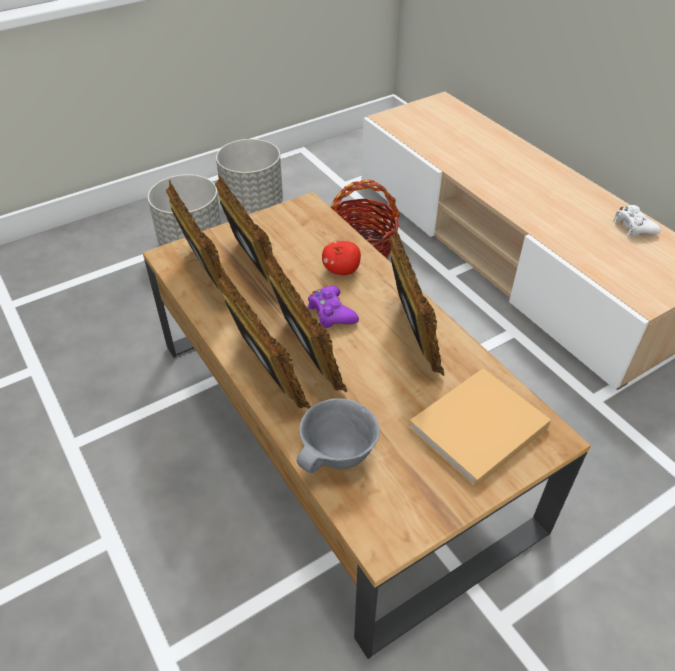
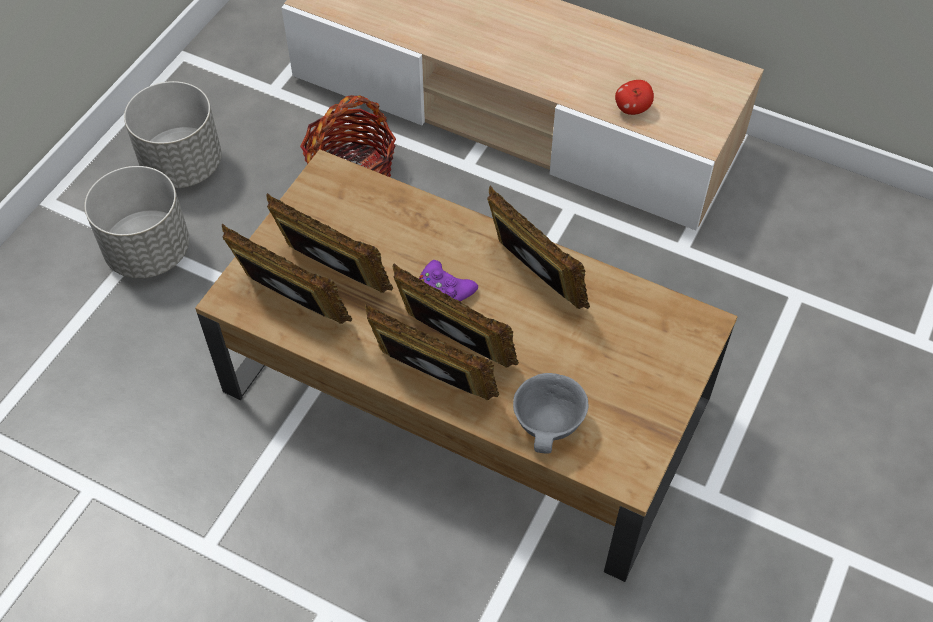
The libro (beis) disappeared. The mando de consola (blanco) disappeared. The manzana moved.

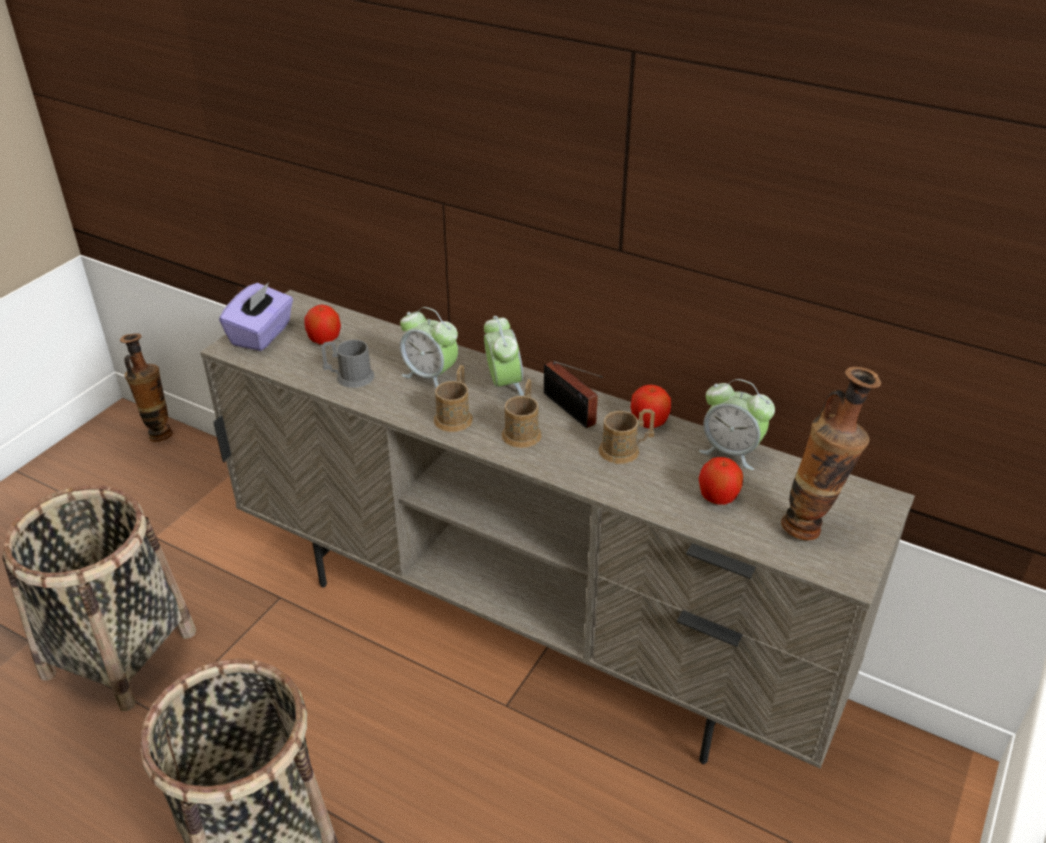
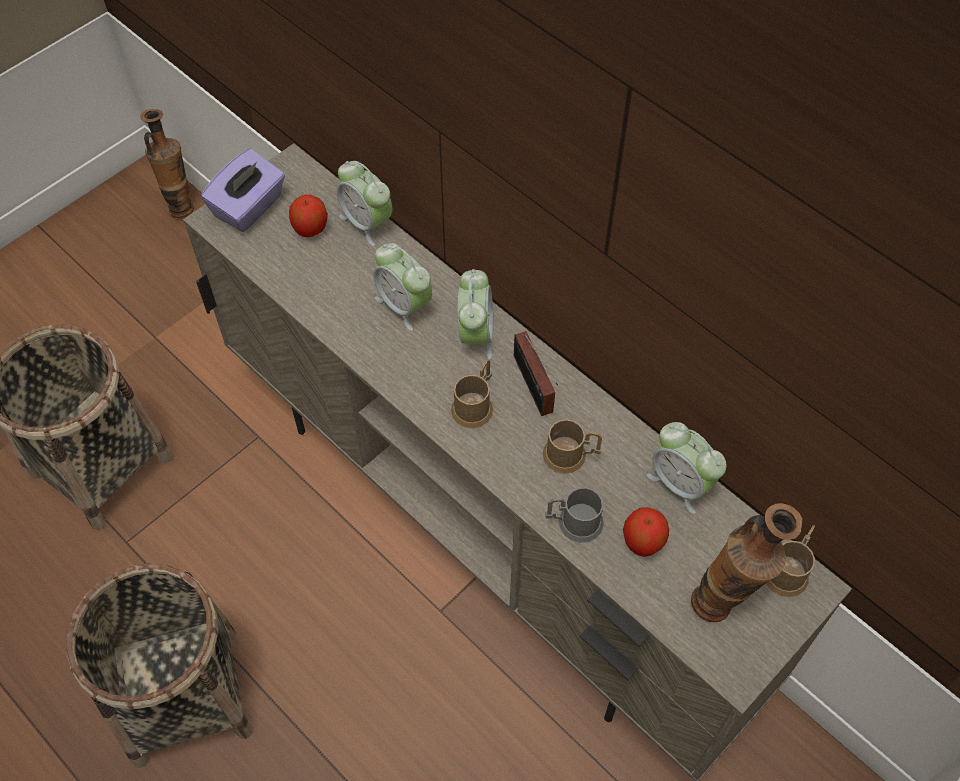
The manzana (2nd from left) disappeared. The despertador (1st from left) appeared. The taza grande (gris) moved. The taza grande (marrón) (1st from left in the first image) moved.

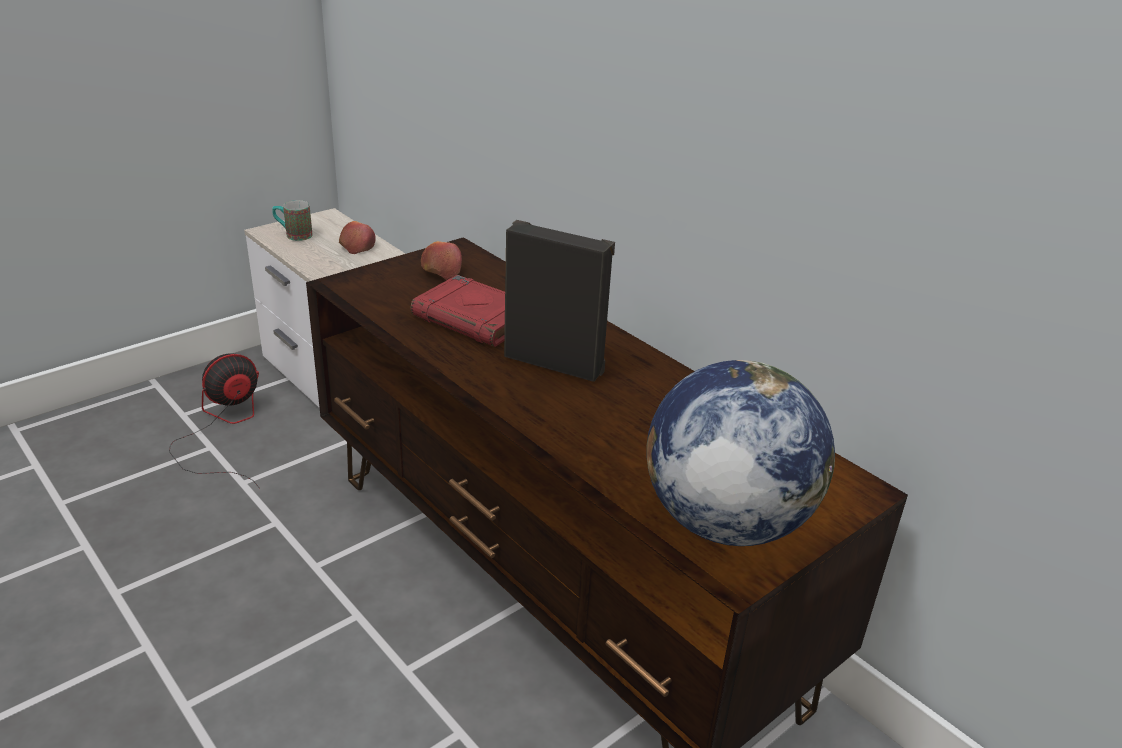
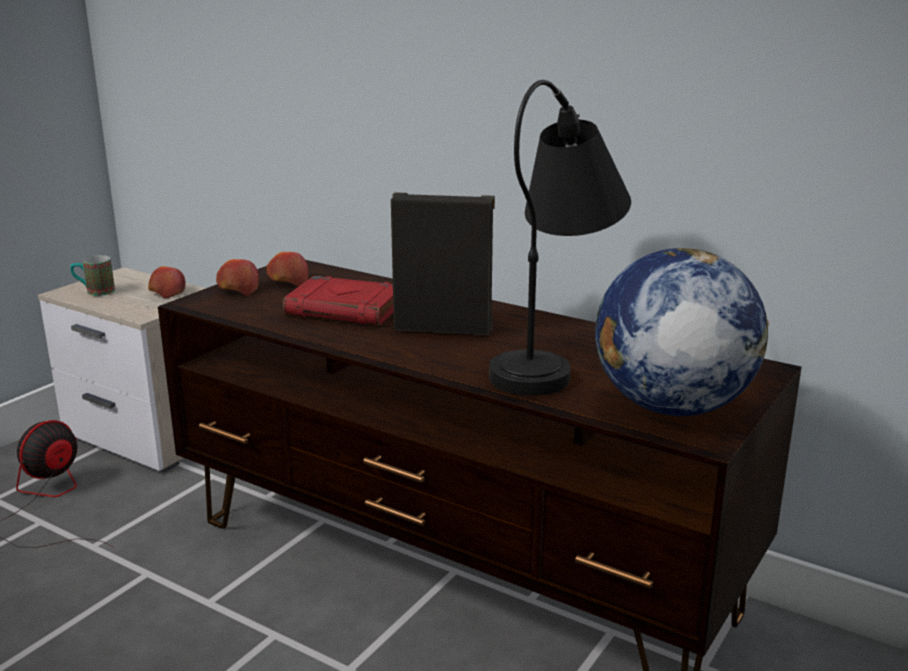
The manzana (2nd from left) appeared. The lámpara de mesa (negro) appeared.

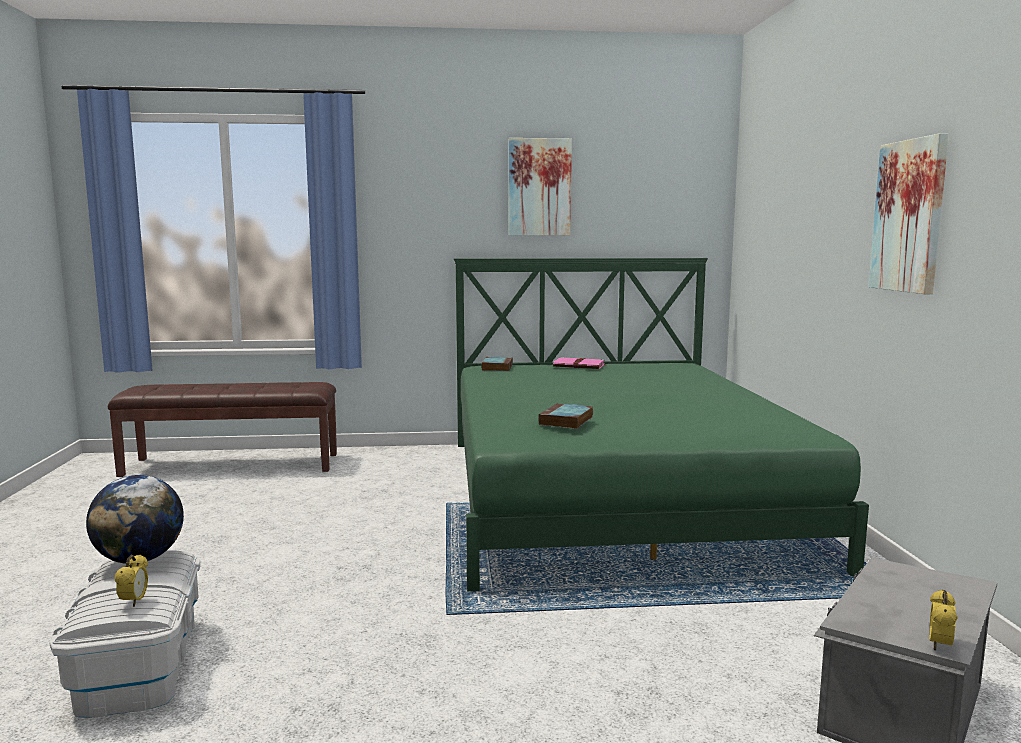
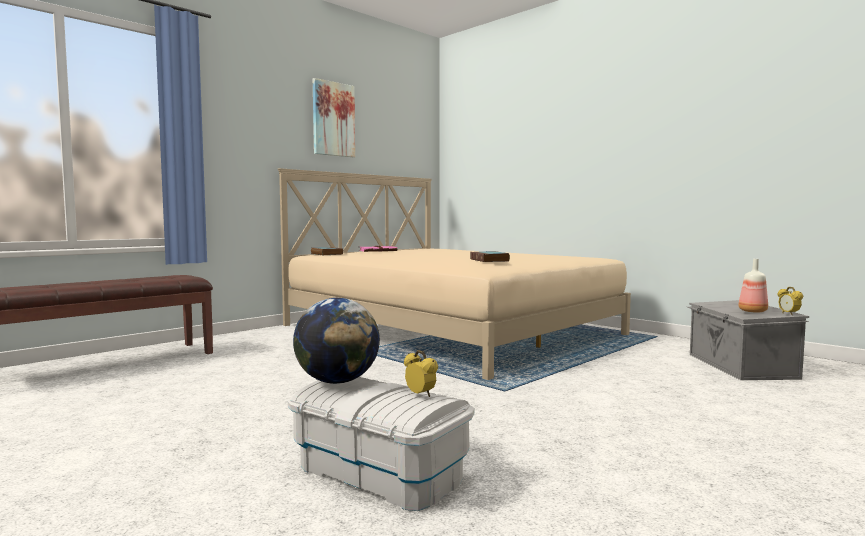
The cuadro (2nd from left) disappeared. The botella appeared. The cama (verde) became the cama (beis).

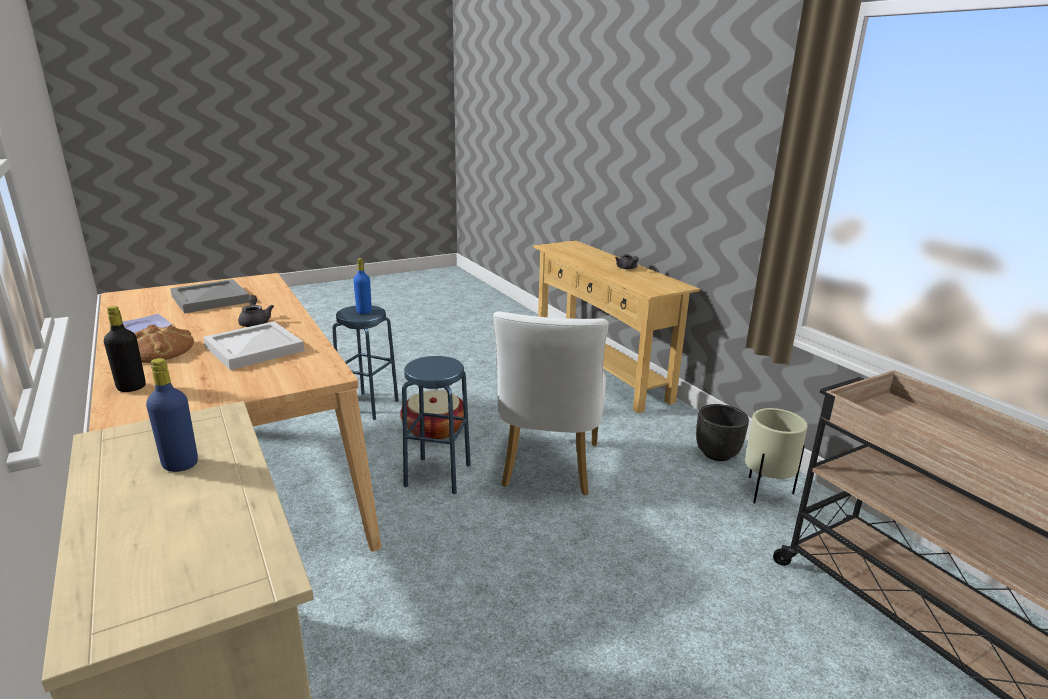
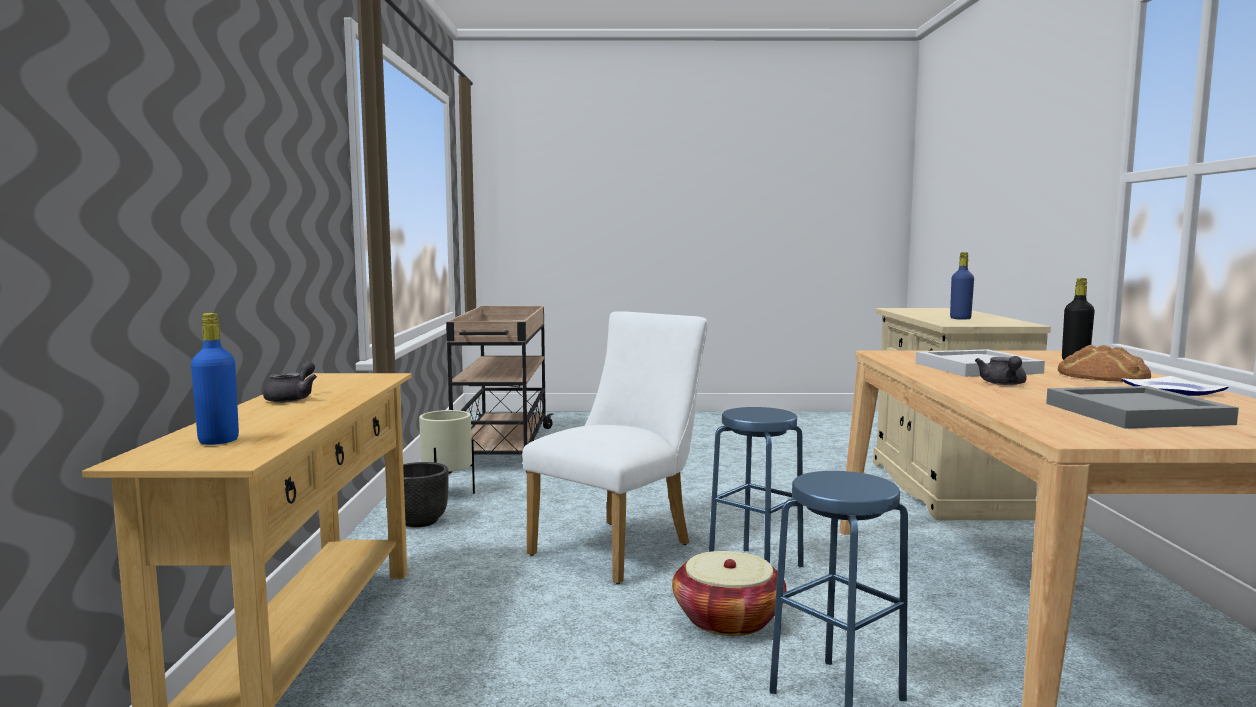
The botella (azul) (2nd from left in the first image) moved.

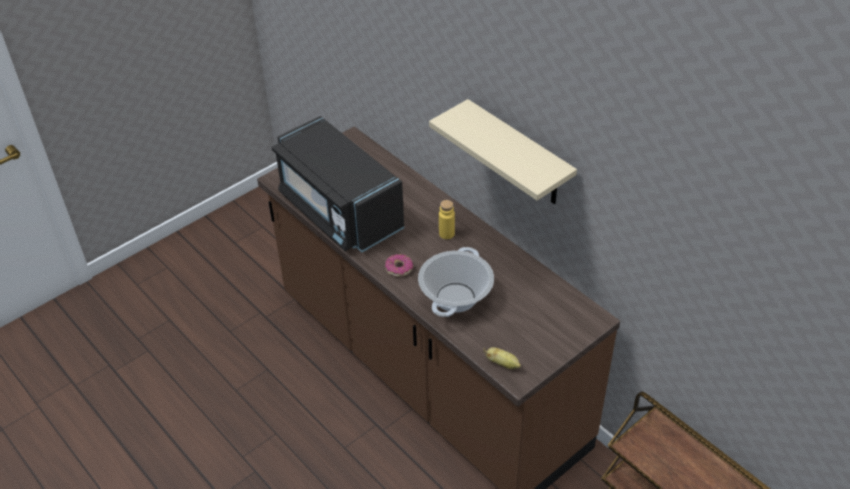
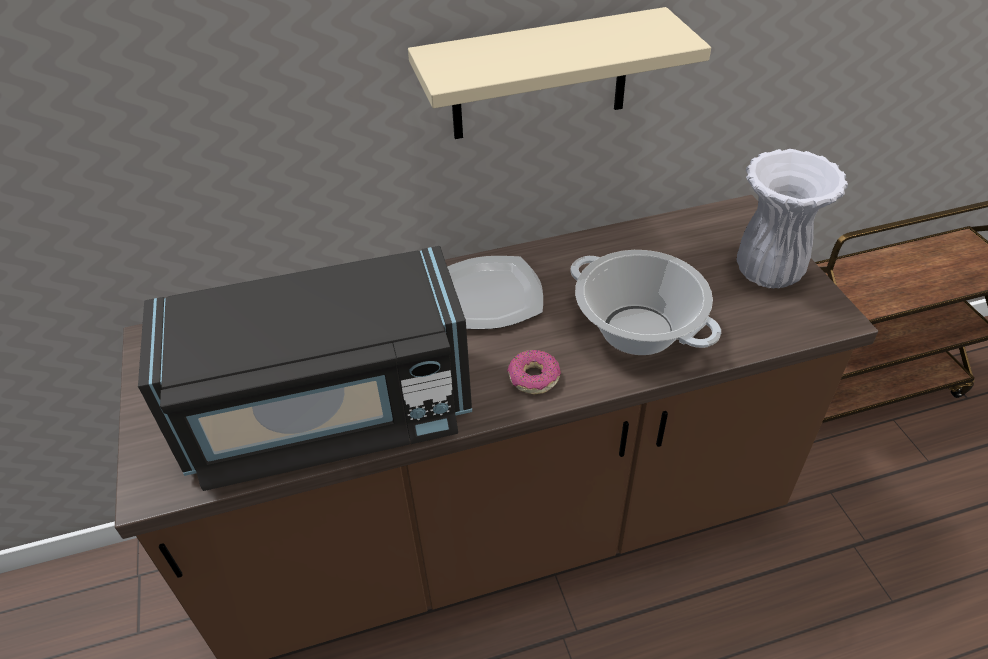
The plátano disappeared. The florero (blanco) appeared. The botella (amarillo) was replaced by the plato.

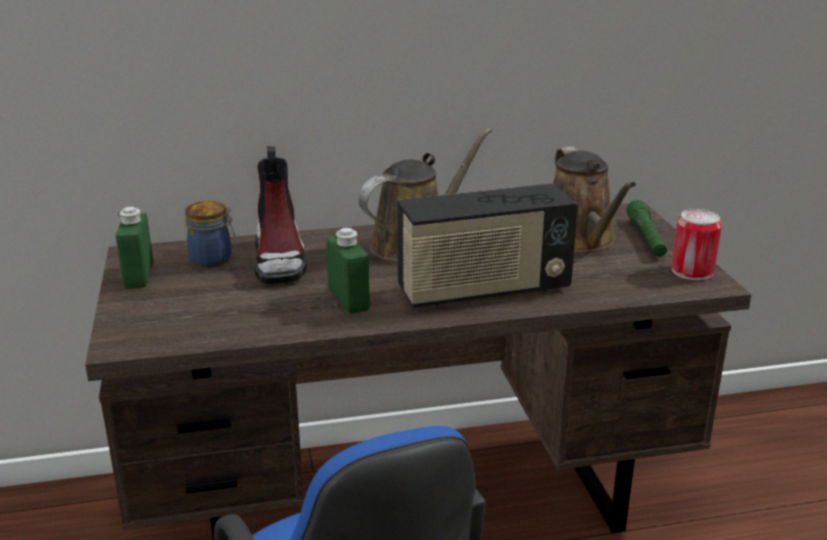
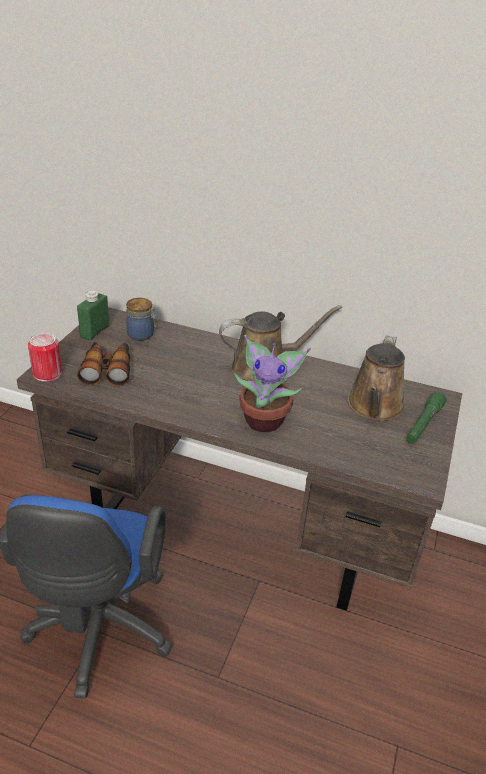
The bota disappeared. The botella (verde) (2nd from left) disappeared. The prismáticos appeared. The lata moved. The radio was replaced by the planta en maceta.

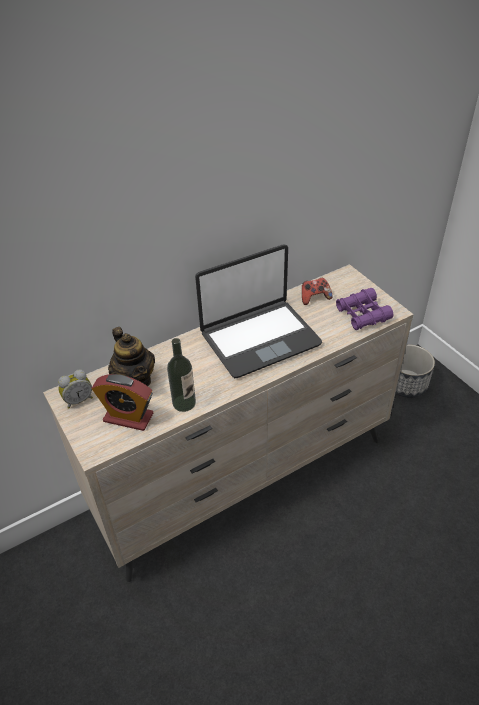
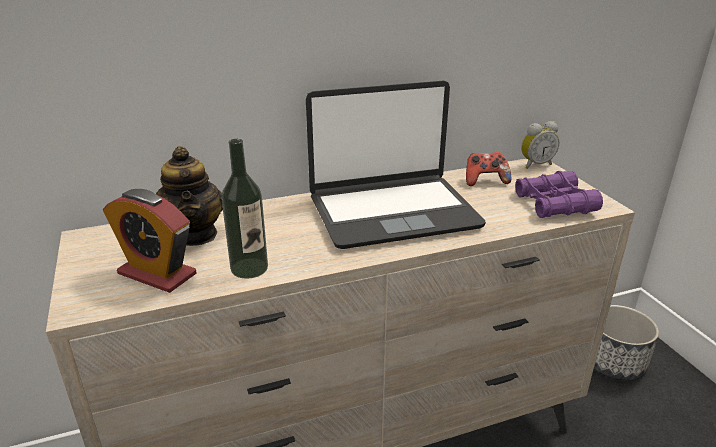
The despertador (1st from left in the first image) moved.

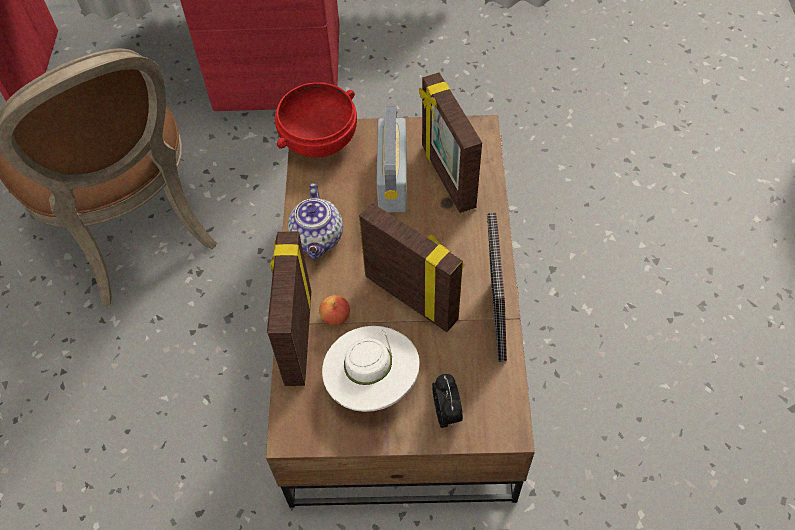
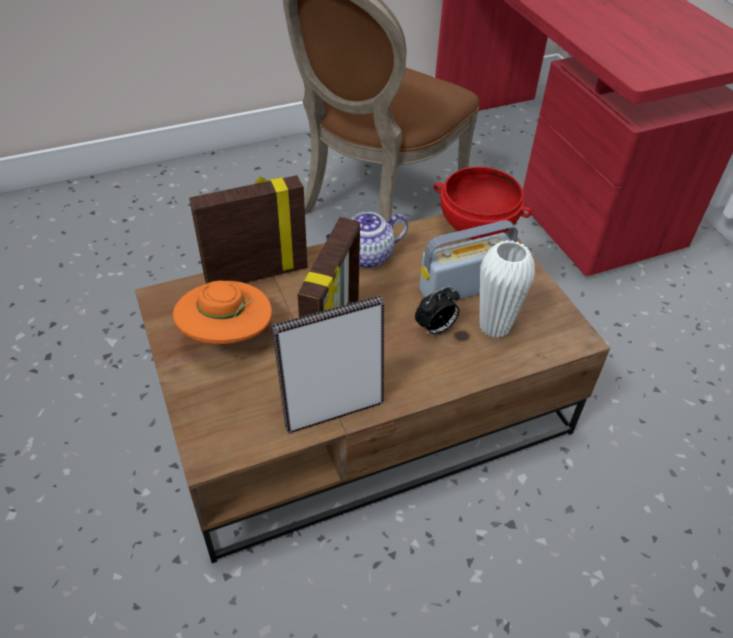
The manzana disappeared. The despertador moved. The portarretratos (3rd from left) was replaced by the florero (blanco). The sombrero (blanco) became the sombrero (naranja).

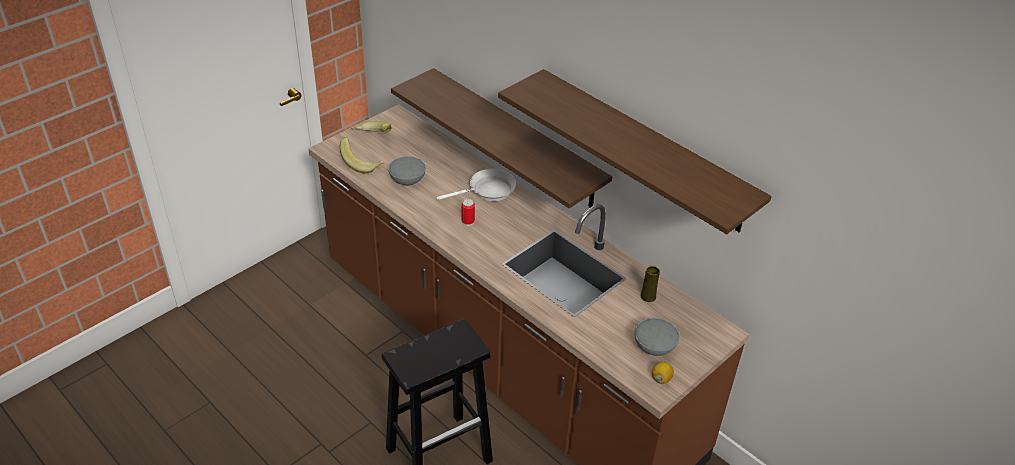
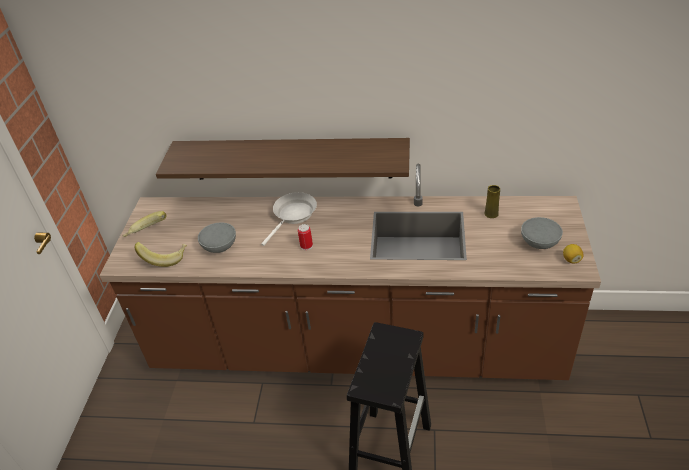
The estante (2nd from left) disappeared.

